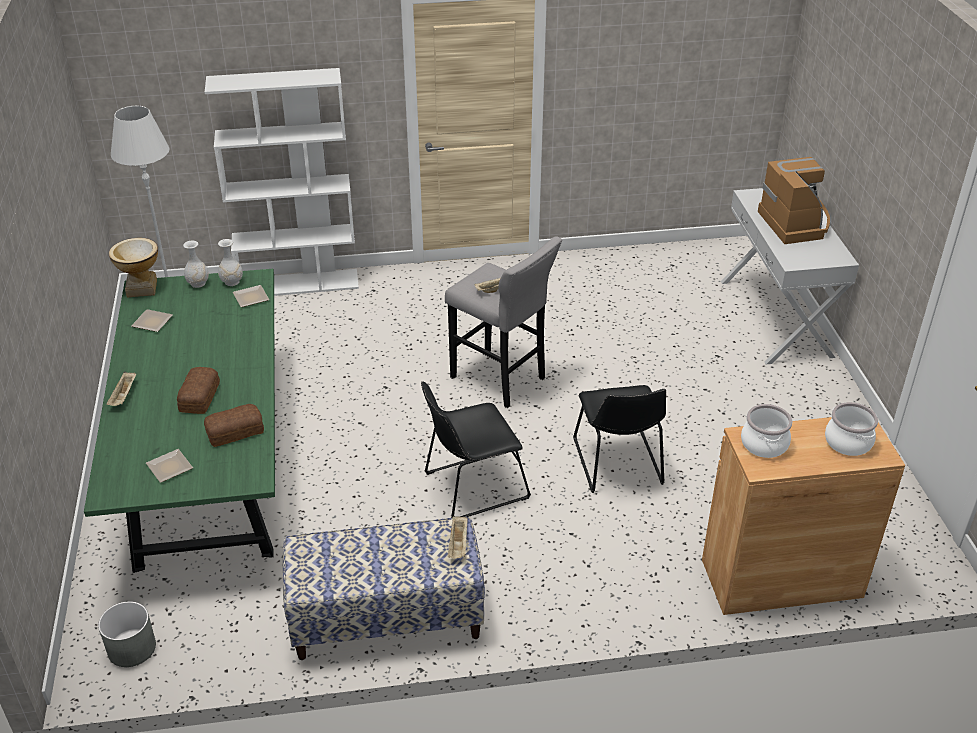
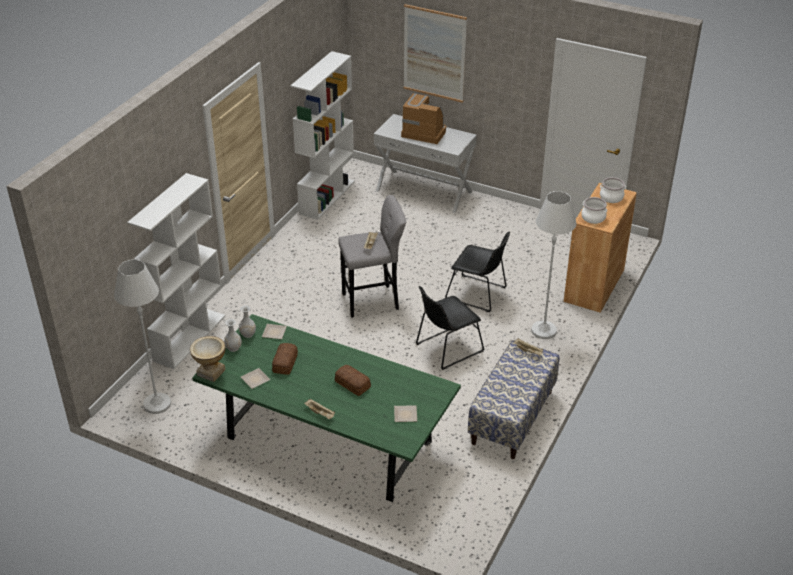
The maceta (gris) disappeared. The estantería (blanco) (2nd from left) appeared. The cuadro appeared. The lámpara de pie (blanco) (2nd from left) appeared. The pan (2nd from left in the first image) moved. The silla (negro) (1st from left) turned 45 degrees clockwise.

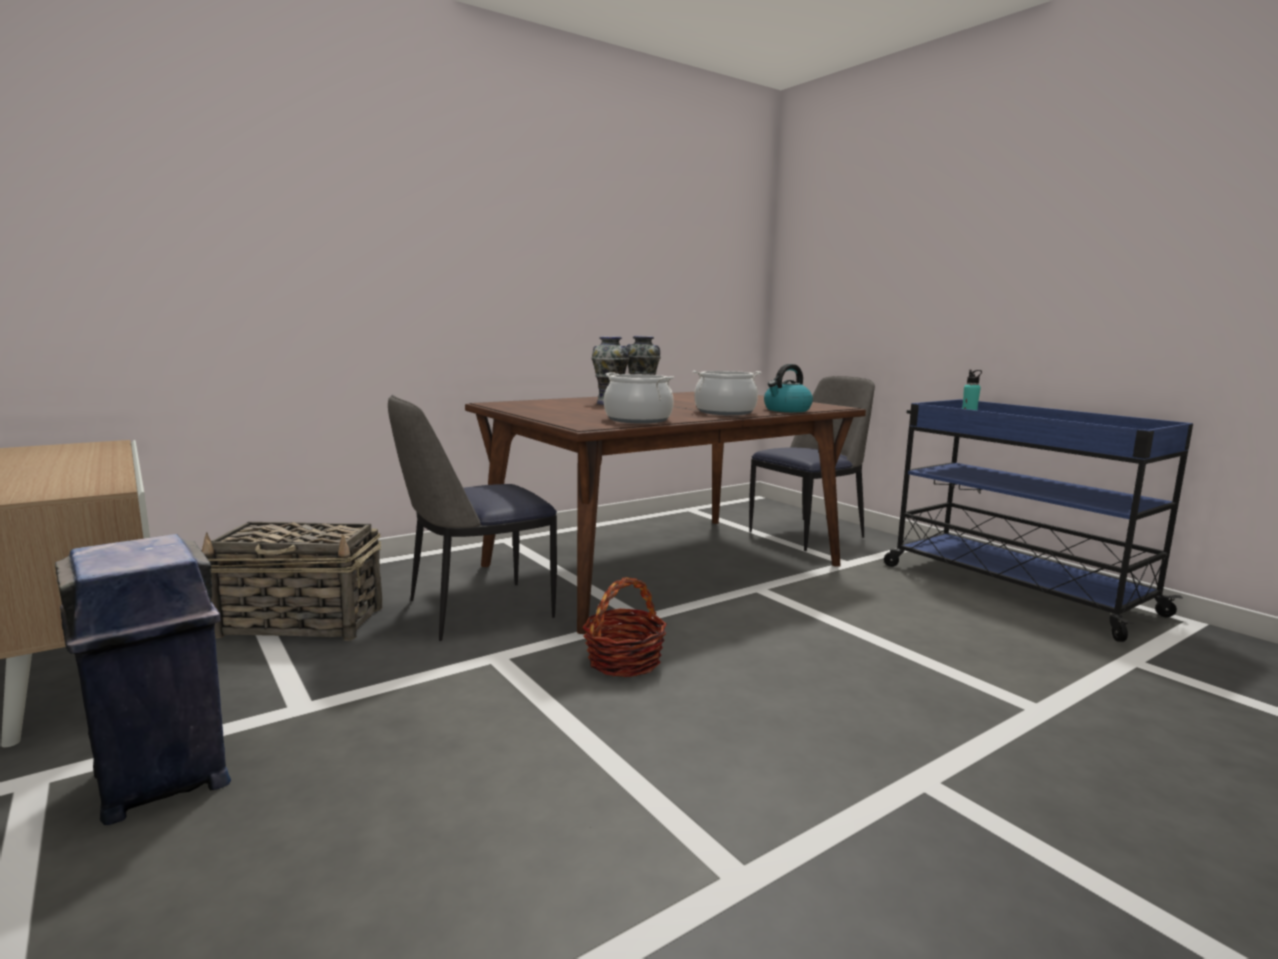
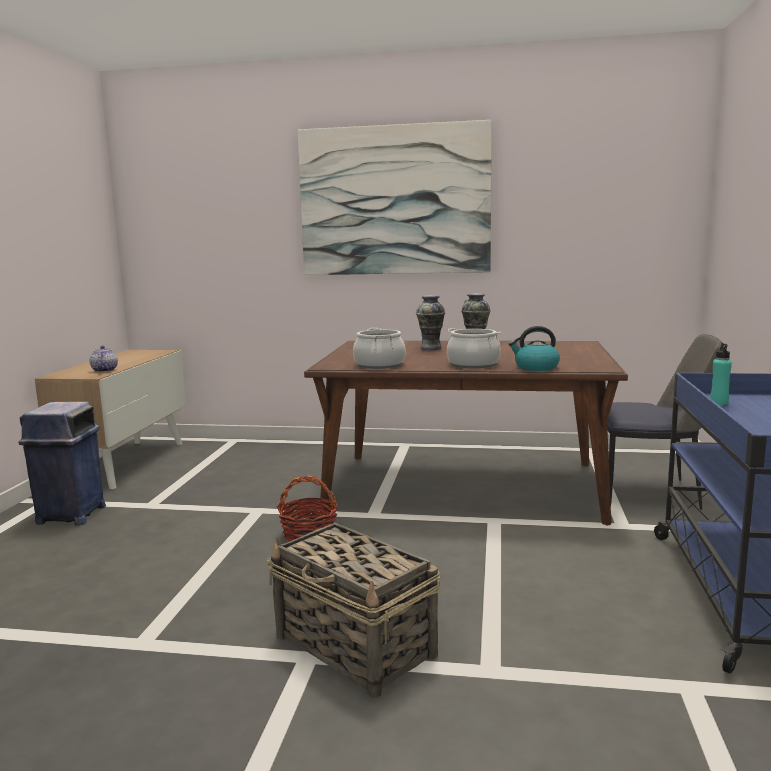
The silla (1st from left) disappeared. The tetera appeared. The cuadro appeared. The cesta (1st from left in the first image) moved.

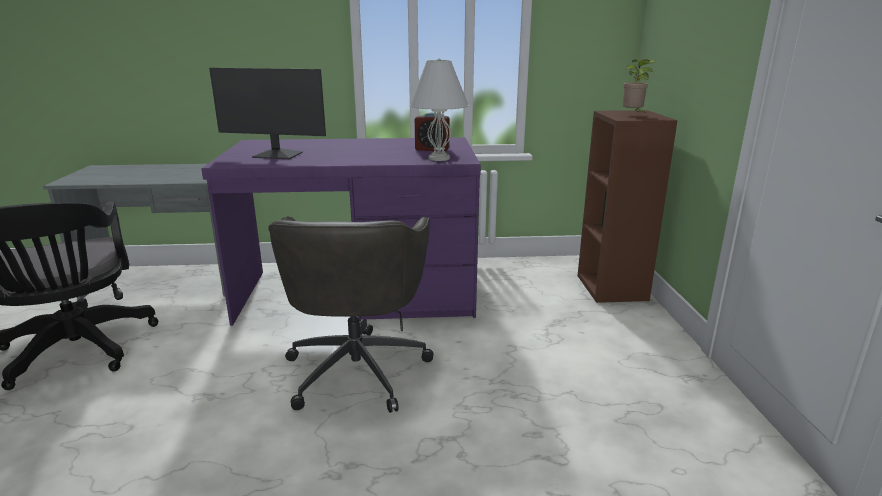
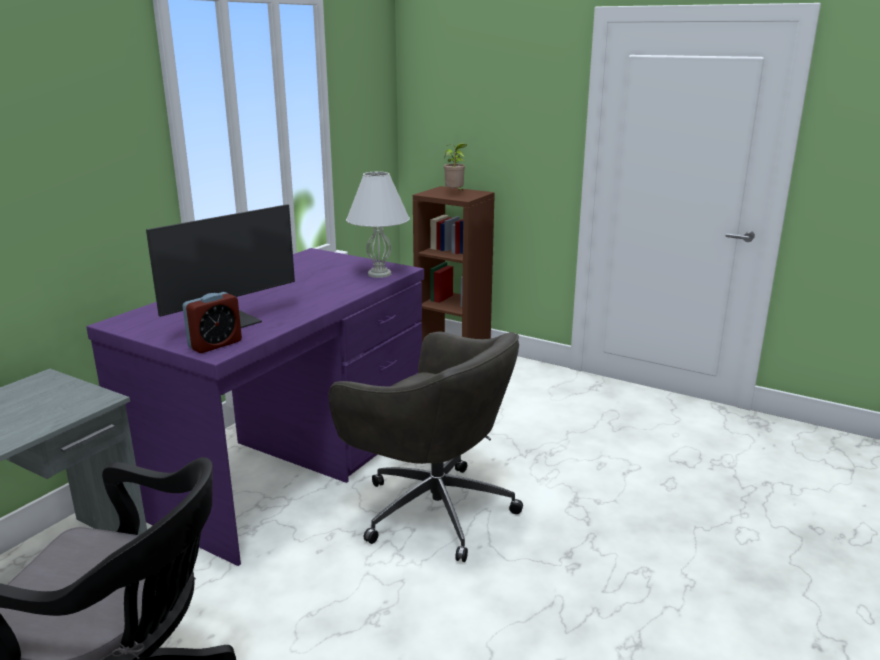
The despertador moved.

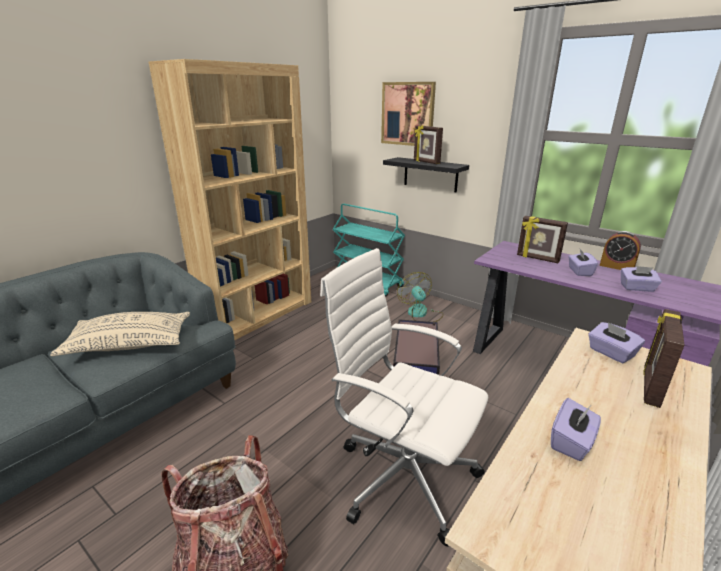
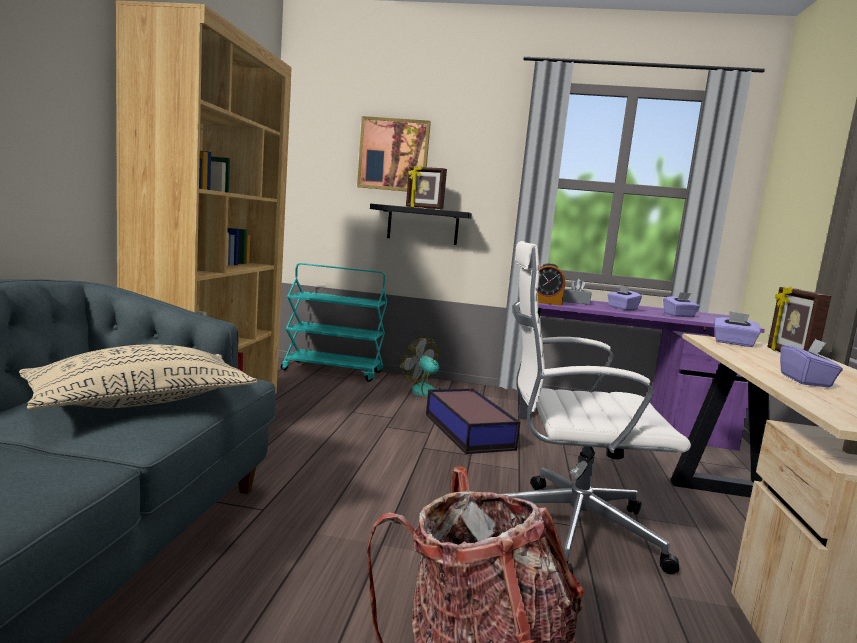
The despertador moved. The portarretratos (2nd from left) was replaced by the caja de pañuelos (gris).

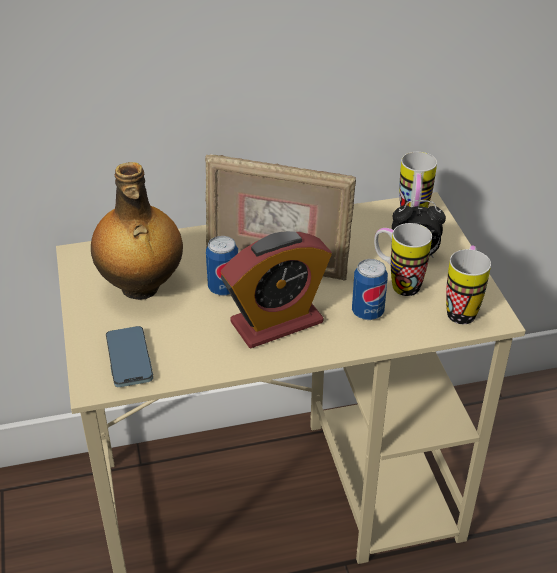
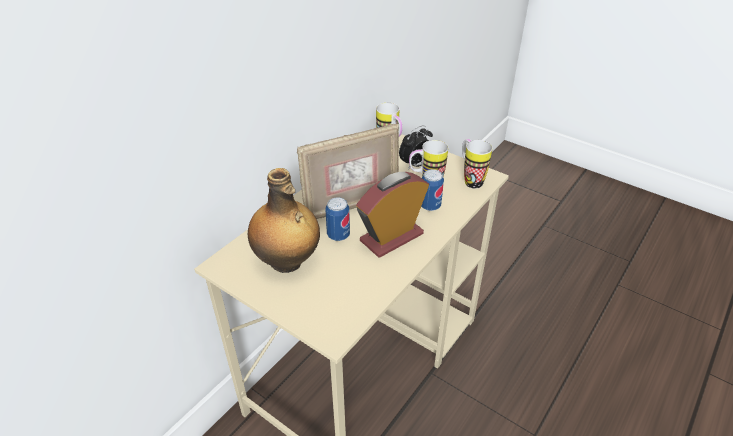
The móvil disappeared. The despertador (1st from left) turned 150 degrees counterclockwise.

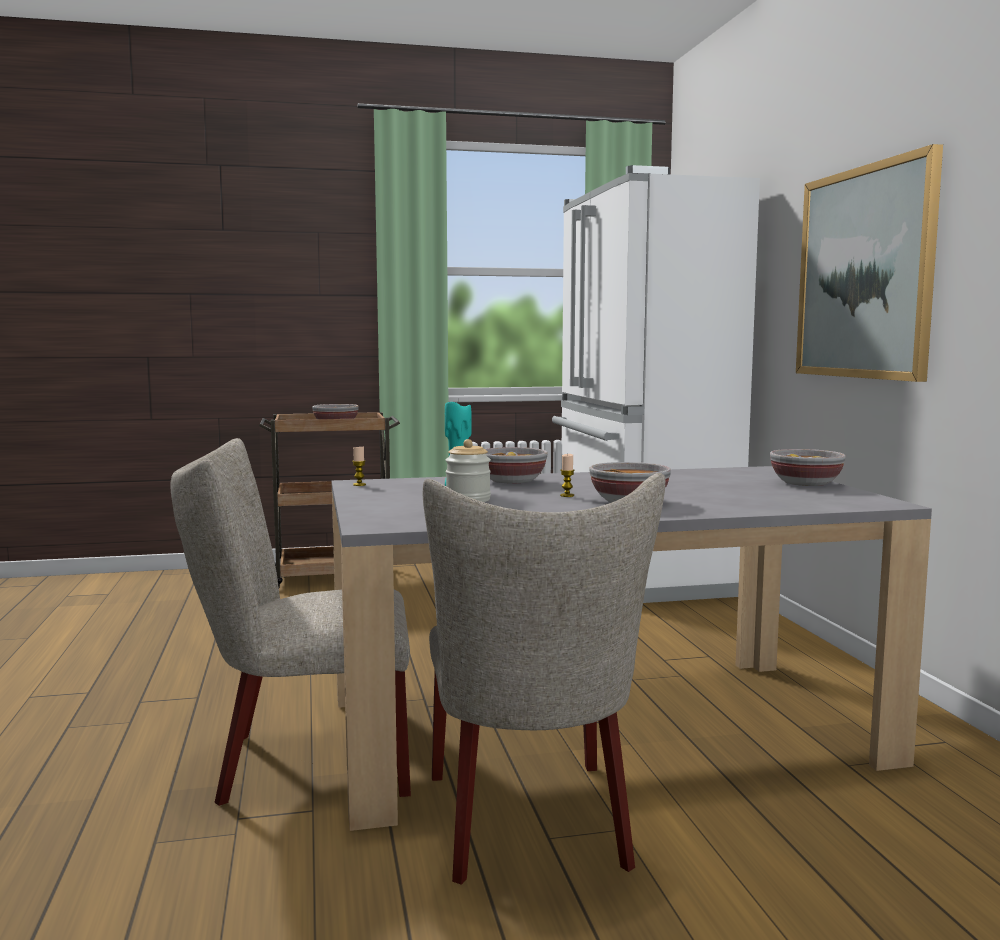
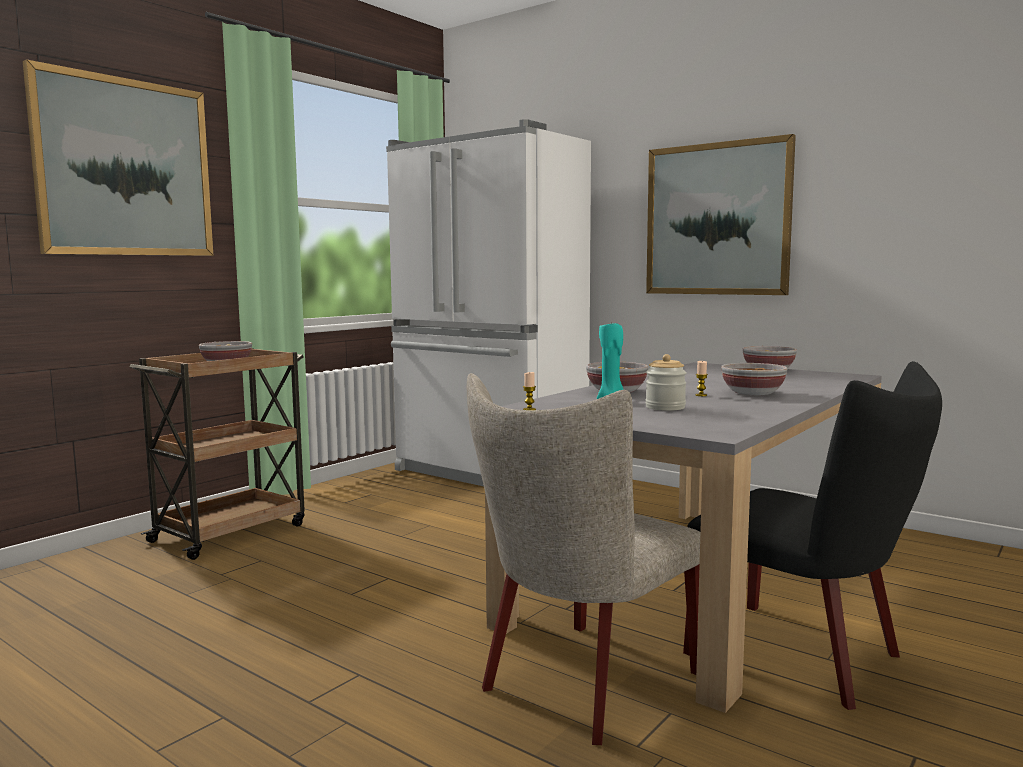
The cuadro (1st from left) appeared. The silla (beis) (2nd from left) became the silla (negro).

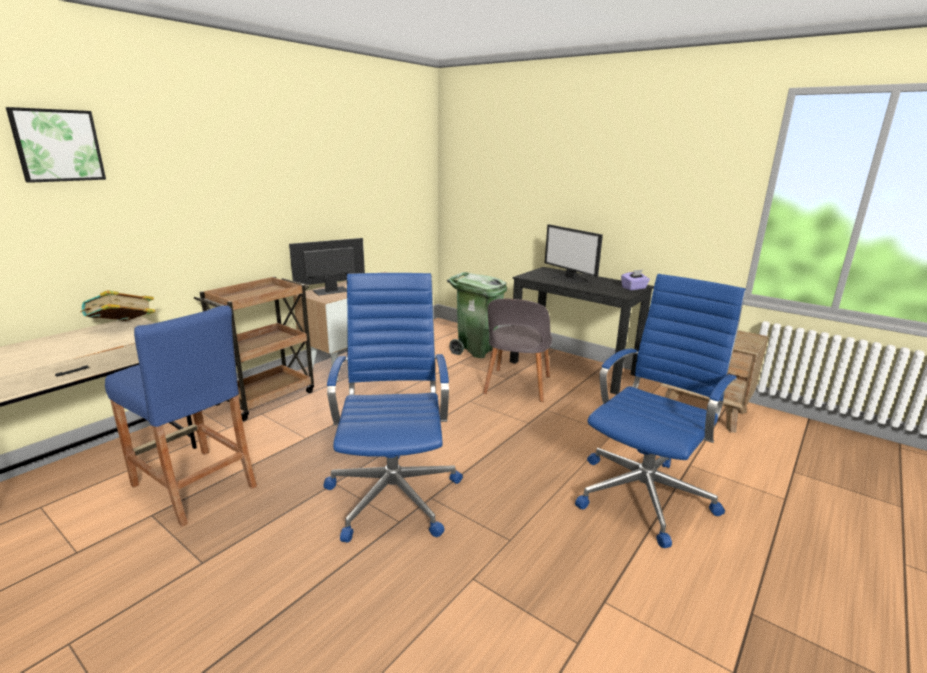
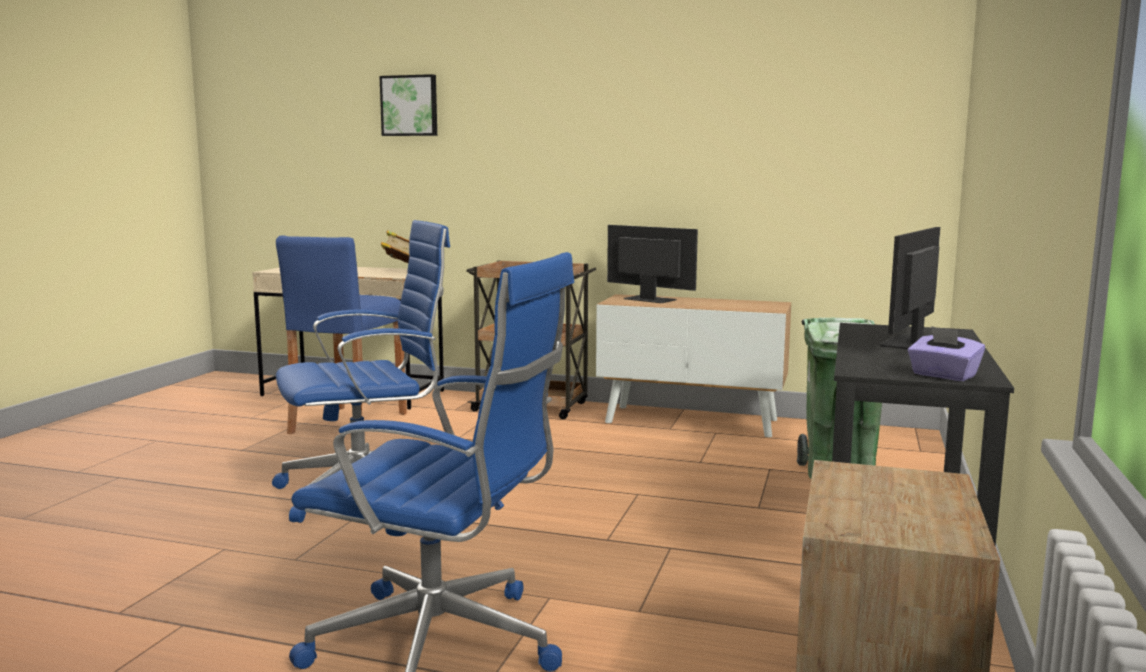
The silla (gris) disappeared.

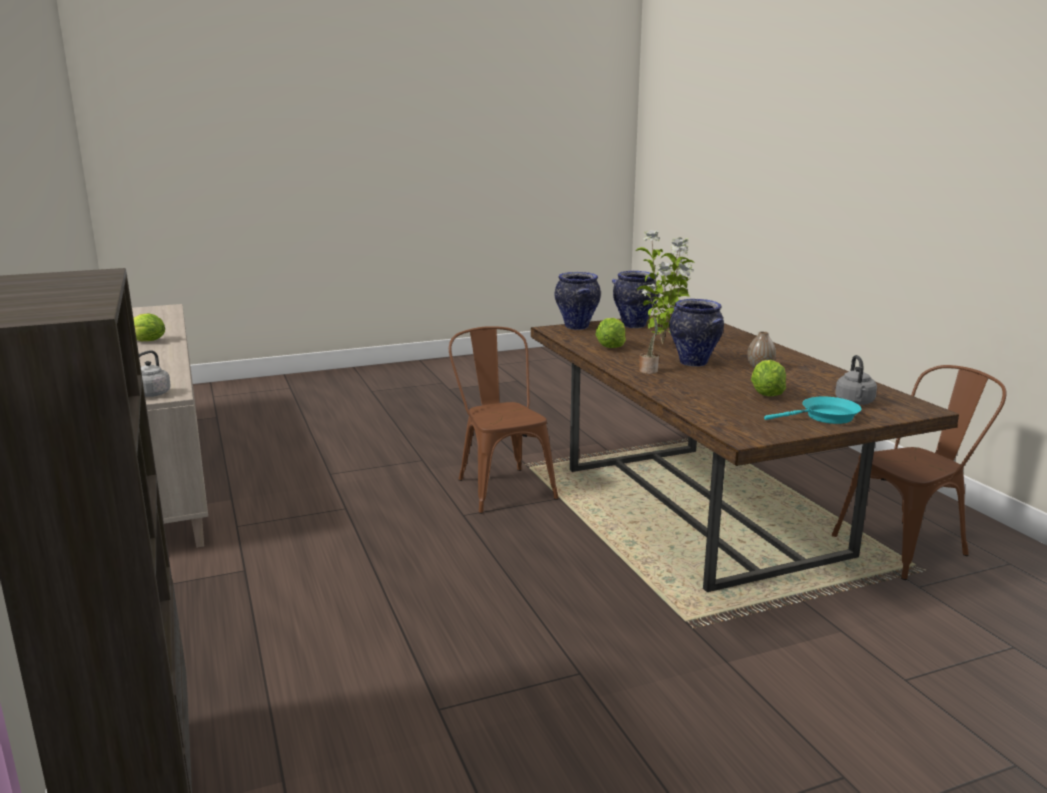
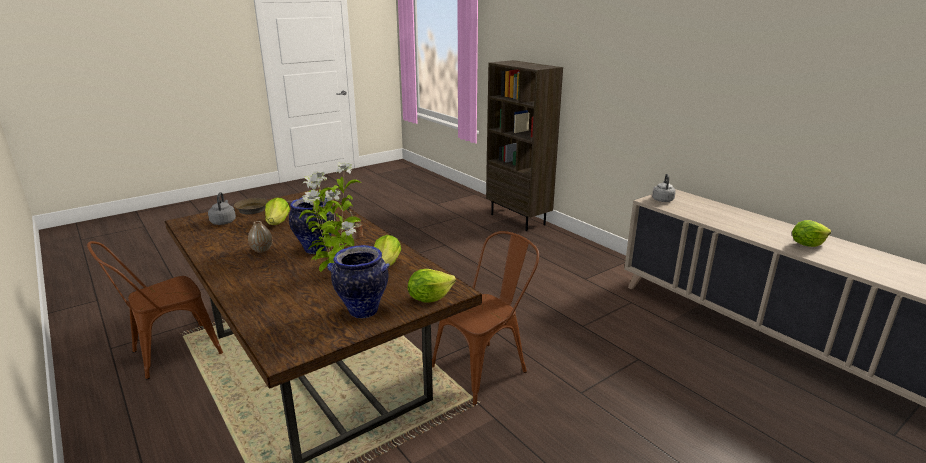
The florero (1st from left) was replaced by the lechuga (3rd from left). The sartén (turquesa) became the sartén (marrón). The silla (marrón) (1st from left in the first image) turned 90 degrees counterclockwise.

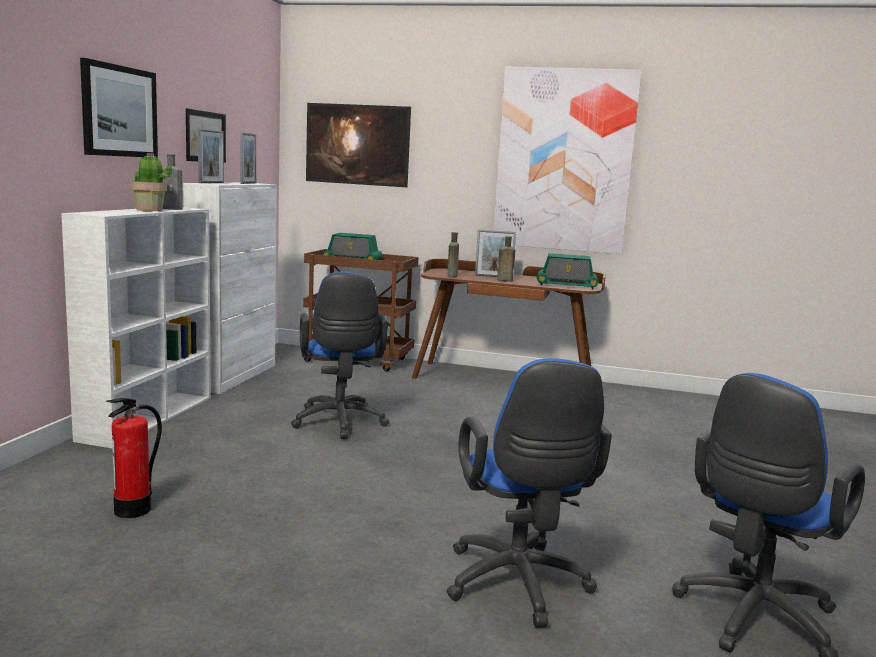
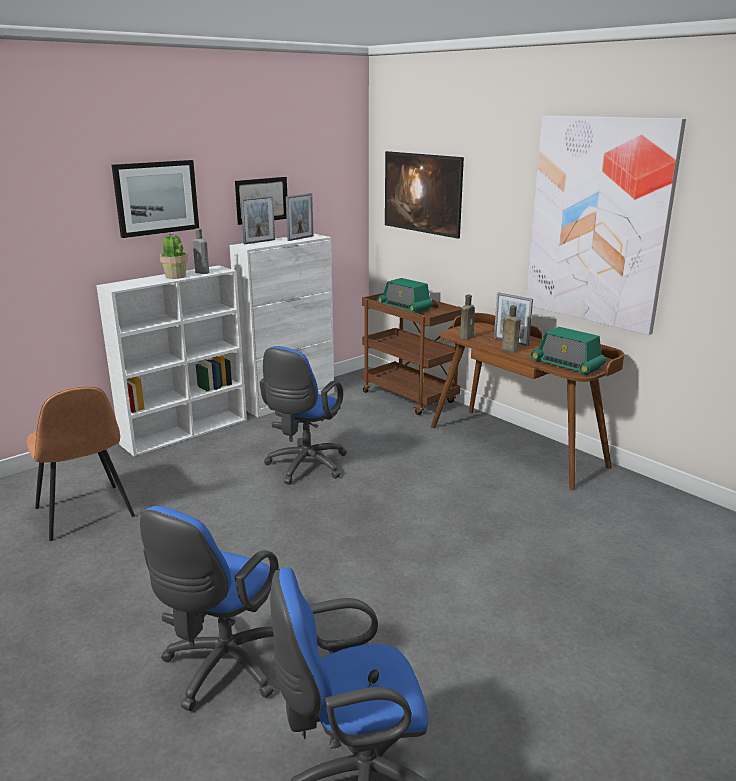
The extintor was replaced by the silla (marrón).

